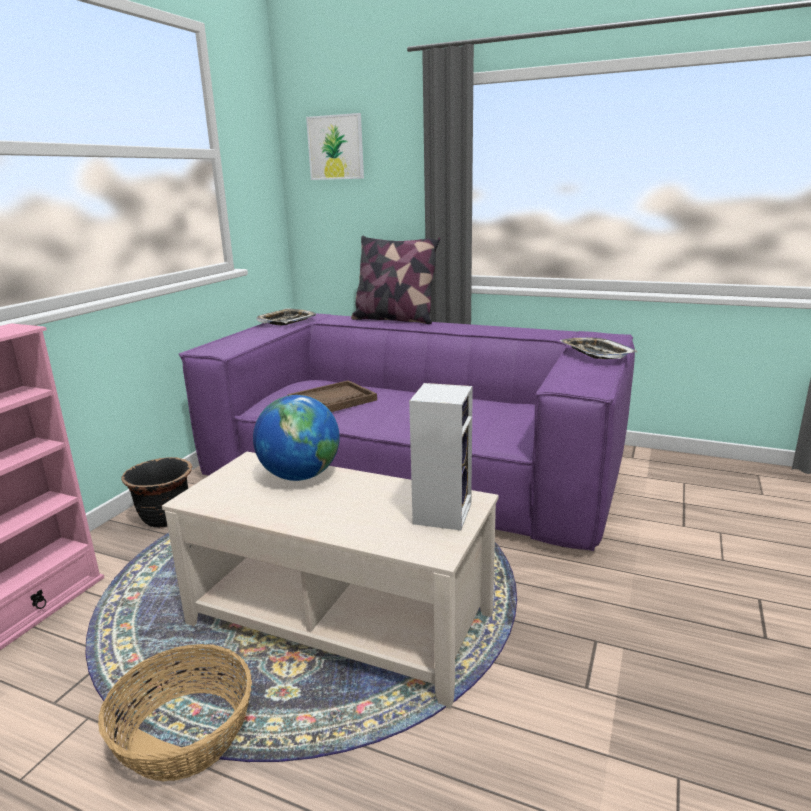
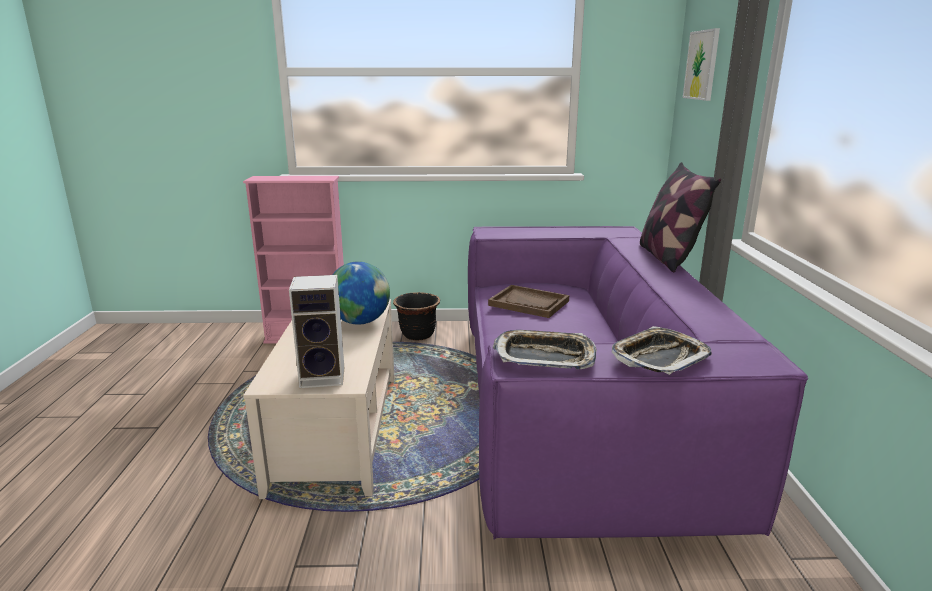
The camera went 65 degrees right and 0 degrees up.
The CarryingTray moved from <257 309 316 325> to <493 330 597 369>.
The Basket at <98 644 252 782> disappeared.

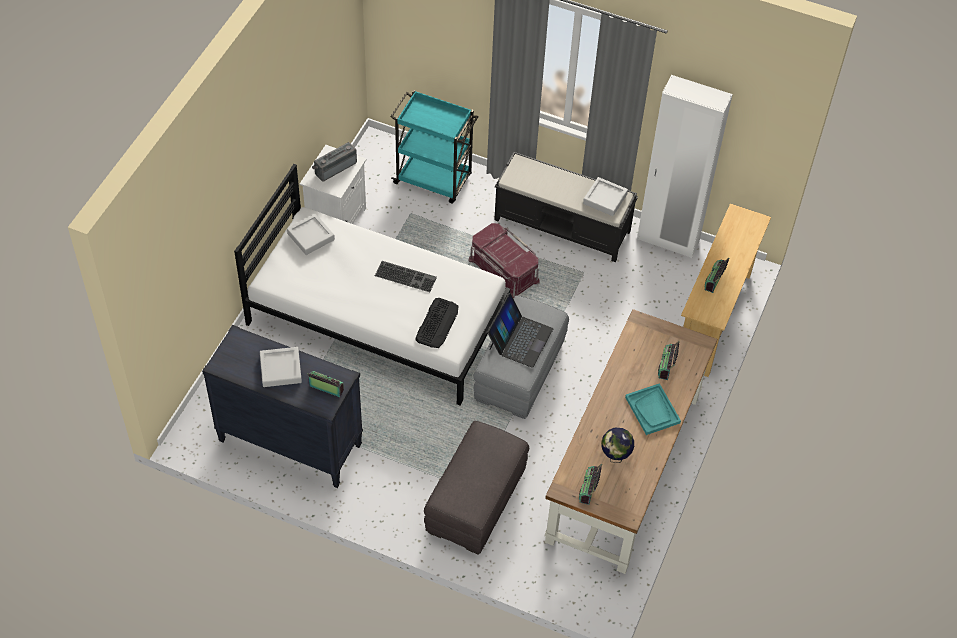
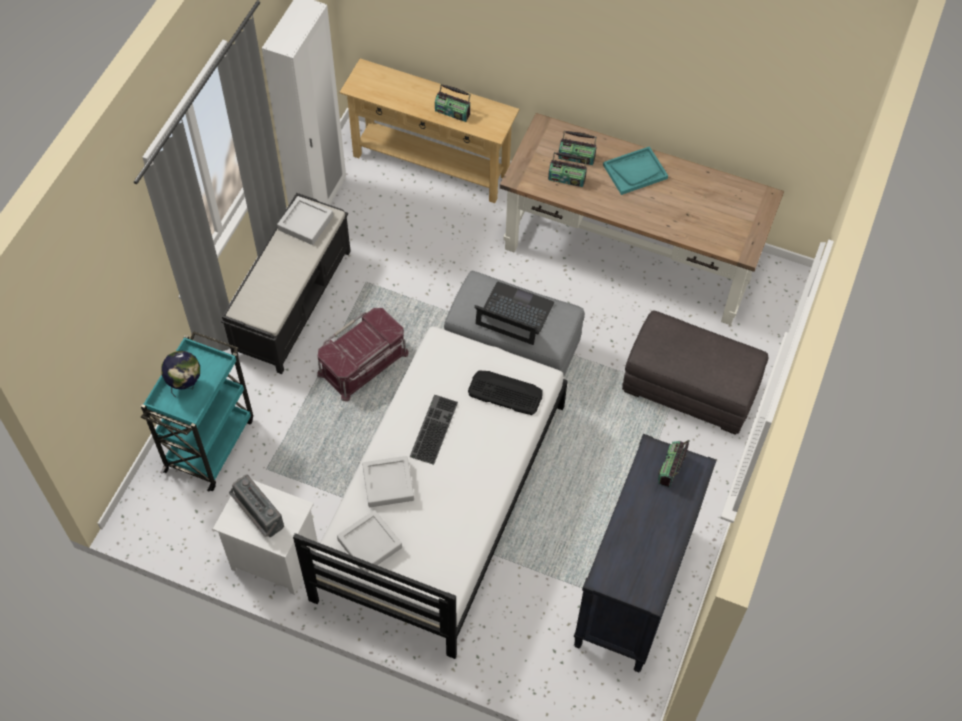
The camera went 90 degrees left and 5 degrees up.
The GrayCarryingTray moved from <260 347 302 387> to <362 456 414 507>.
The DeskGlobe moved from <601 428 634 463> to <161 351 200 397>.
The RadioSet moved from <579 464 602 505> to <548 152 587 187>.

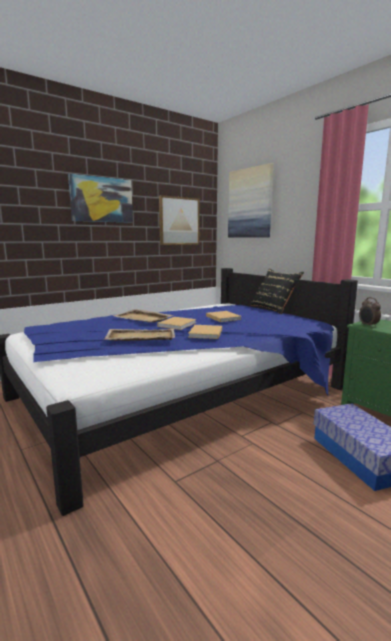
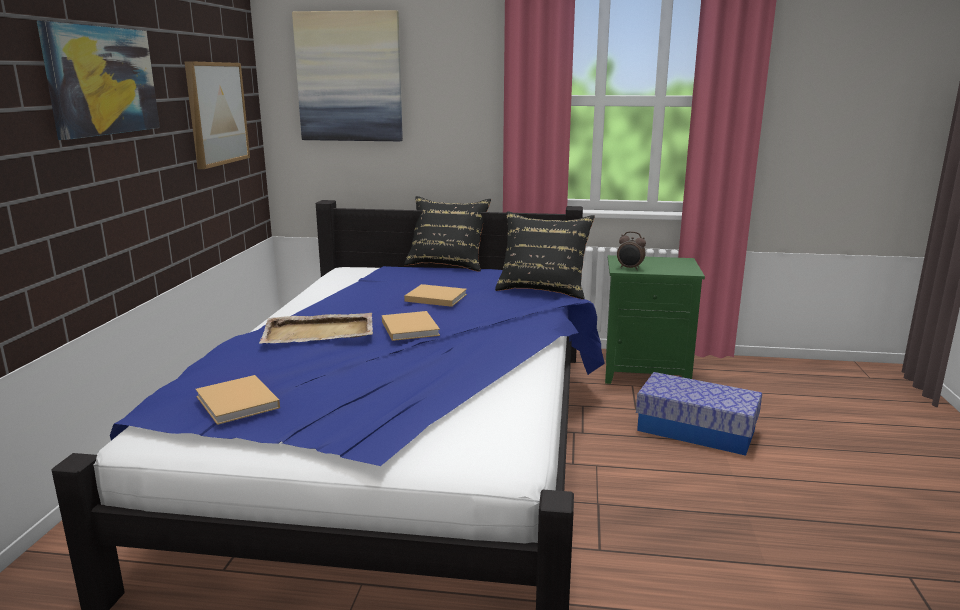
The camera went 45 degrees left and 5 degrees up.
The BeigeBook moved from <188 325 222 339> to <195 375 280 425>.
The BeigeCarryingTray at <104 329 175 341> disappeared.
The BlackColouredPillow at <495 211 595 299> appeared.

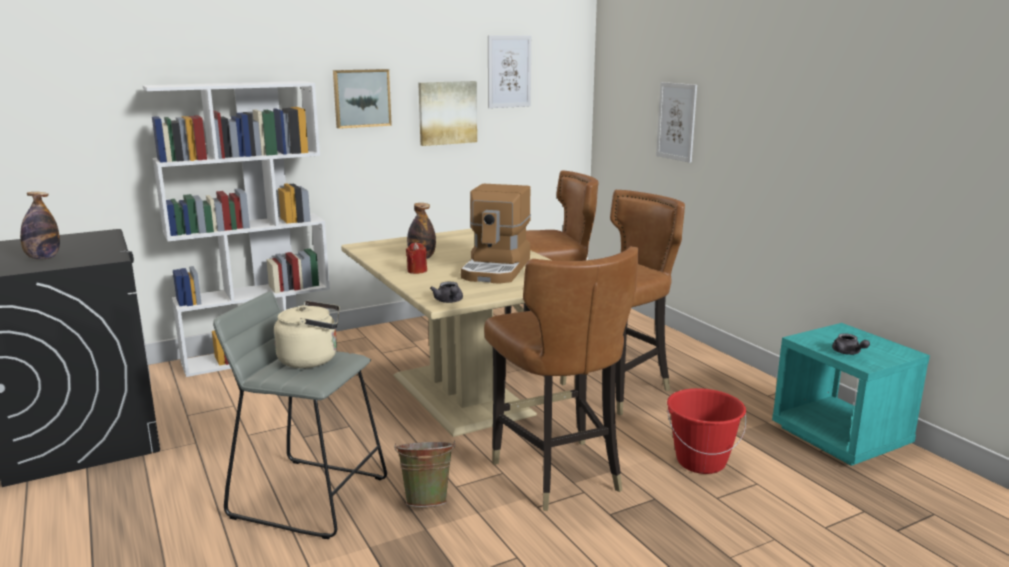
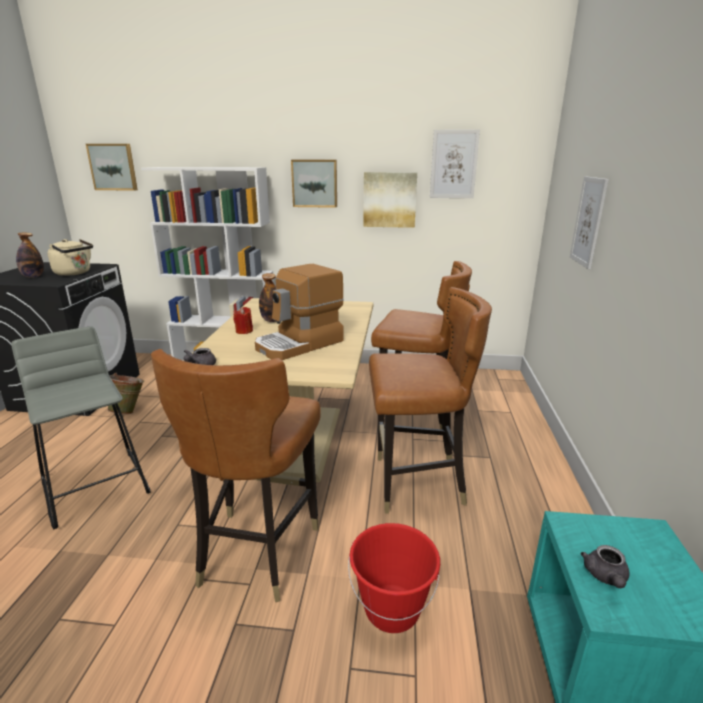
The camera went 35 degrees right and 5 degrees up.
The BeigeWaterKettle moved from <274 301 340 368> to <48 239 93 276>.
The GreenColouredWaterBucket moved from <394 440 456 507> to <108 373 144 414>.
The WallPicture at <86 144 138 191> appeared.

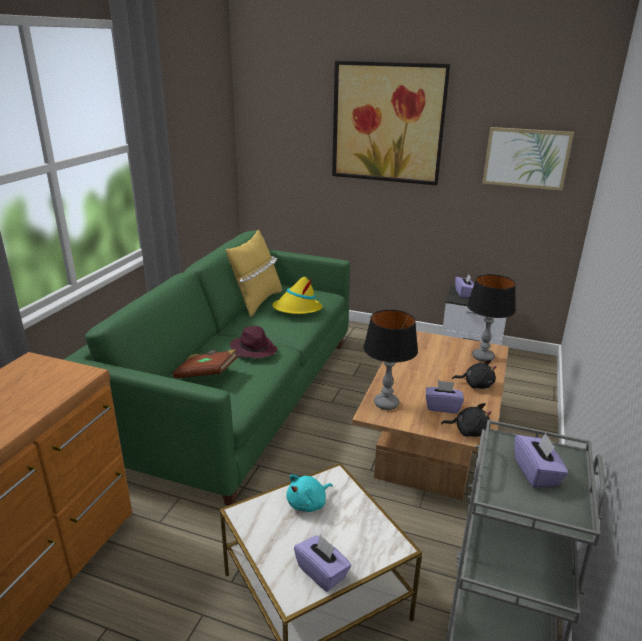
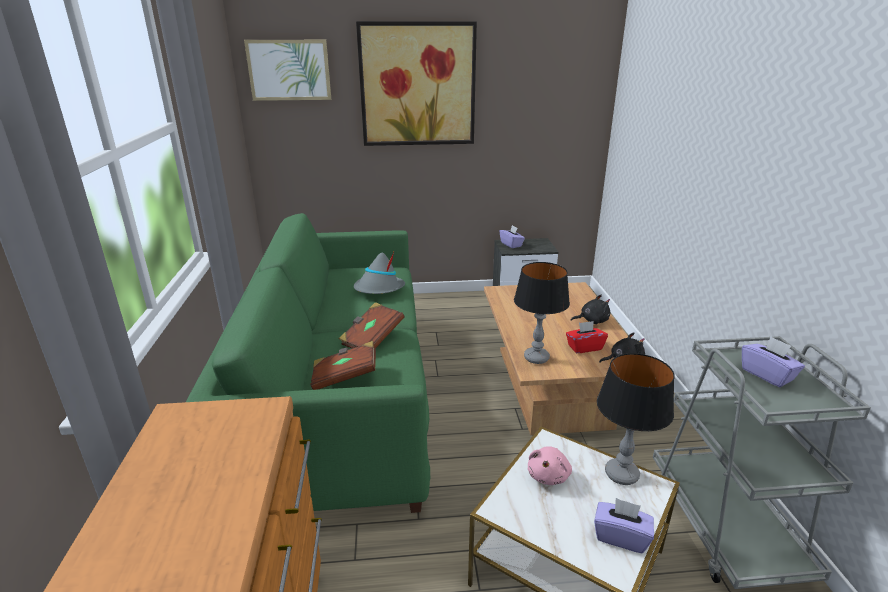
The camera went 25 degrees left and 0 degrees up.
The WallPicture moved from <482 127 574 191> to <244 40 331 101>.
The YellowPillow at <226 230 282 317> disappeared.
The TableLamp moved from <467 274 516 362> to <597 353 675 485>.
The YellowHat at <272 277 322 314> became the GrayHat at <354 252 405 294>.
The PurpleHat at <230 326 277 358> was replaced by the BrownColouredBook at <339 302 404 348>.
The PurpleTissueHolder at <426 380 464 413> became the RedColouredTissueHolder at <566 321 608 353>.
The TurquoiseColouredSoftToy at <286 474 333 512> became the PinkColouredSoftToy at <528 446 572 485>.

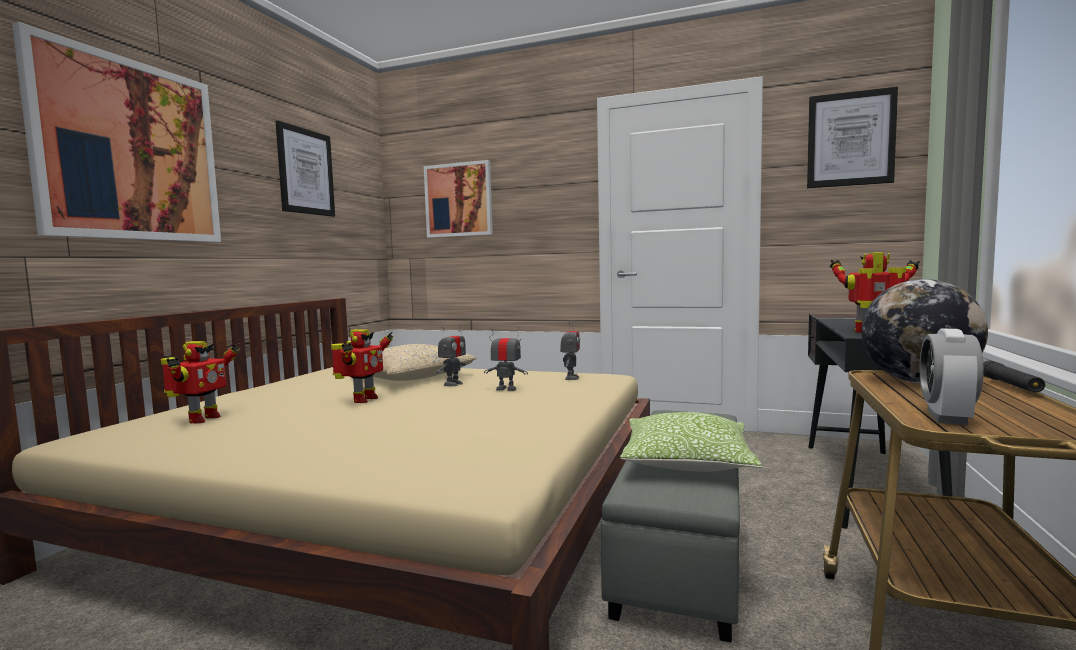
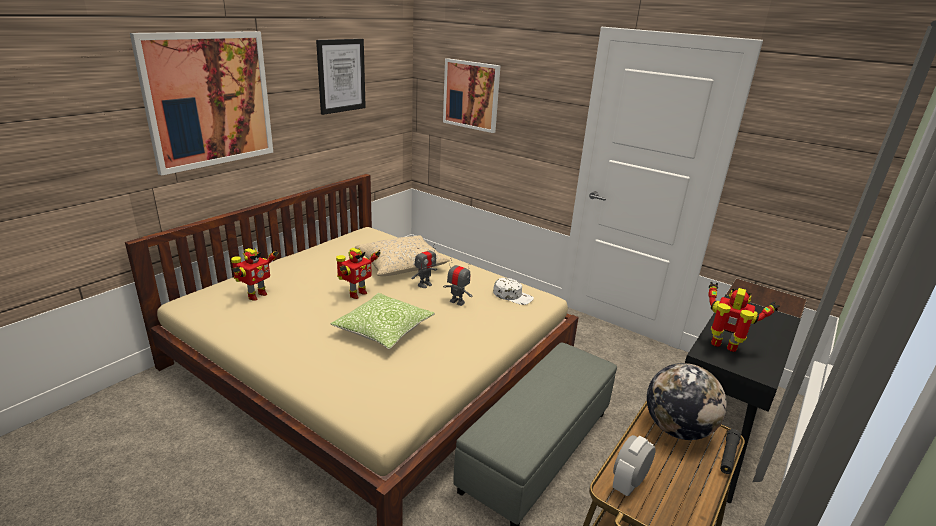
The camera went 15 degrees right and 20 degrees up.
The WallPicture at <807 87 898 188> disappeared.
The RobotFigure at <560 321 580 380> was replaced by the WhiteColouredBaseballCap at <493 278 534 305>.
The Pillow moved from <620 412 763 472> to <330 293 435 349>.

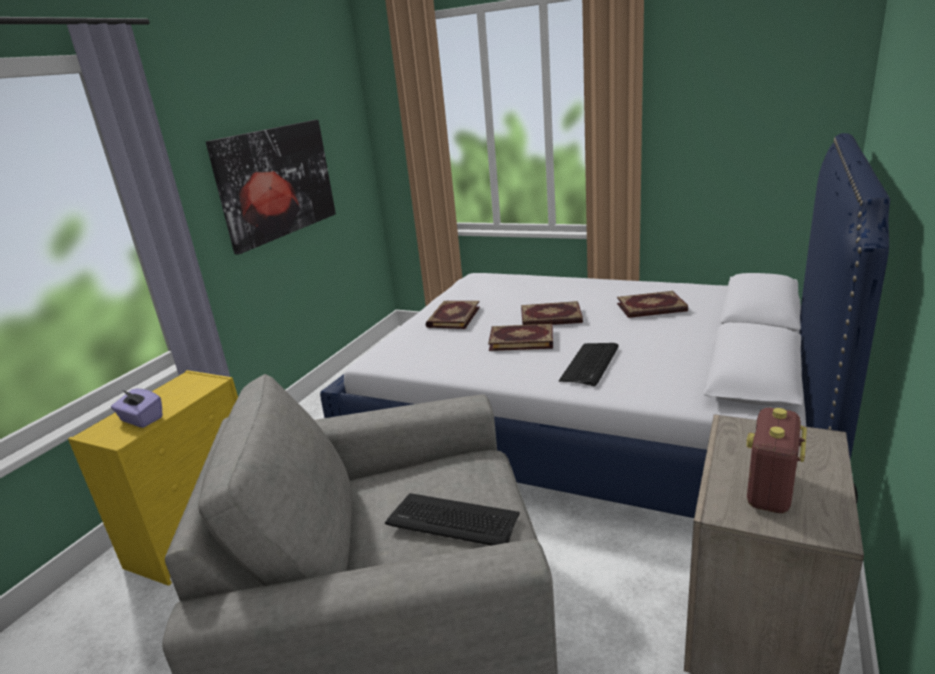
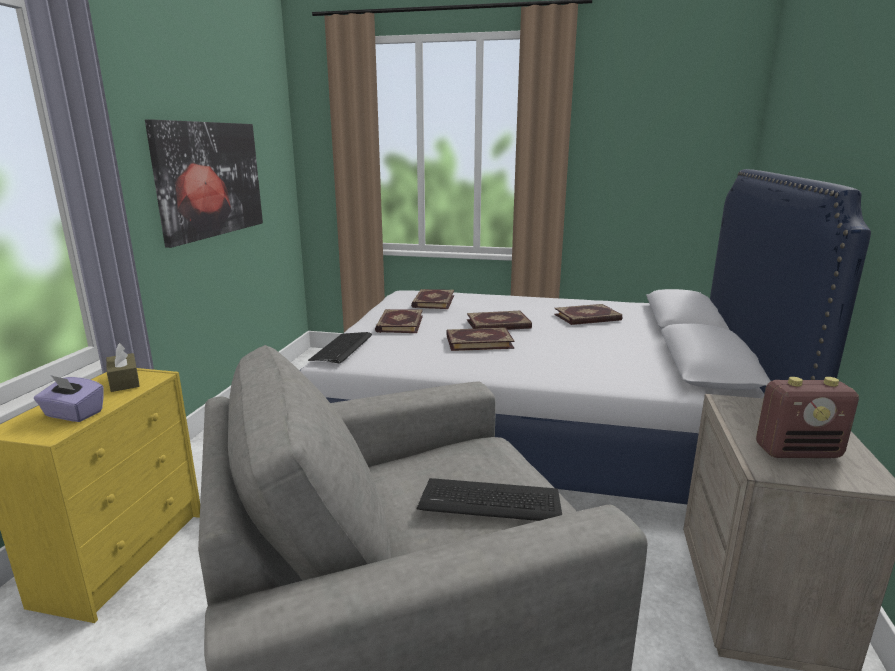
The camera went 15 degrees left and 5 degrees down.
The Keyboard moved from <559 343 619 386> to <308 332 372 363>.
The RadioSet at <747 408 807 513> turned 105 degrees counterclockwise.
The Book at <411 289 454 309> appeared.
The BrownColouredTissueHolder at <106 343 140 392> appeared.

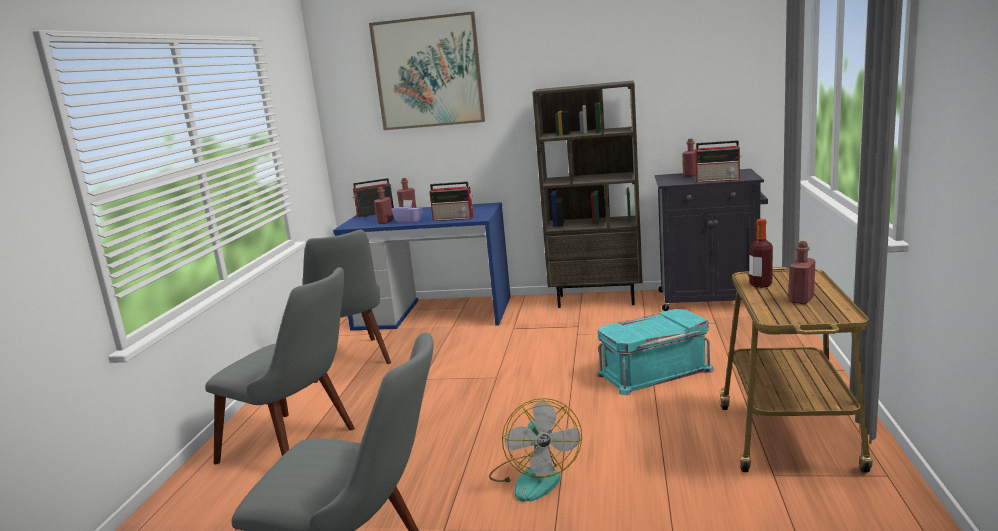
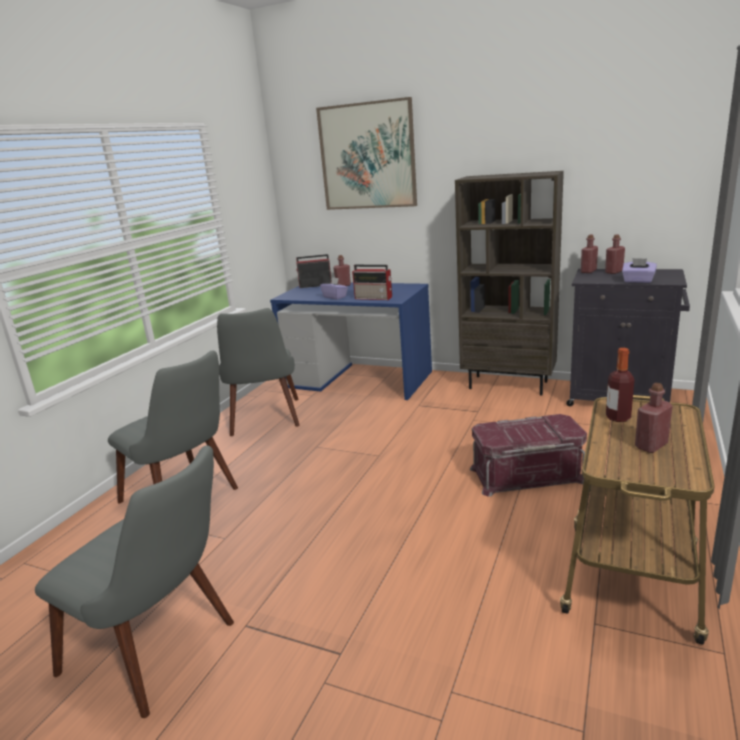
The camera went 15 degrees right and 5 degrees up.
The RadioSet at <695 140 742 182> was replaced by the PurpleTissueHolder at <622 258 657 283>.
The RedColouredDrinkBottle moved from <374 187 393 224> to <581 235 598 273>.
The TurquoiseColouredStorageBox at <596 309 714 395> became the RedColouredStorageBox at <470 414 587 497>.
The CoolingFan at <489 398 582 502> disappeared.

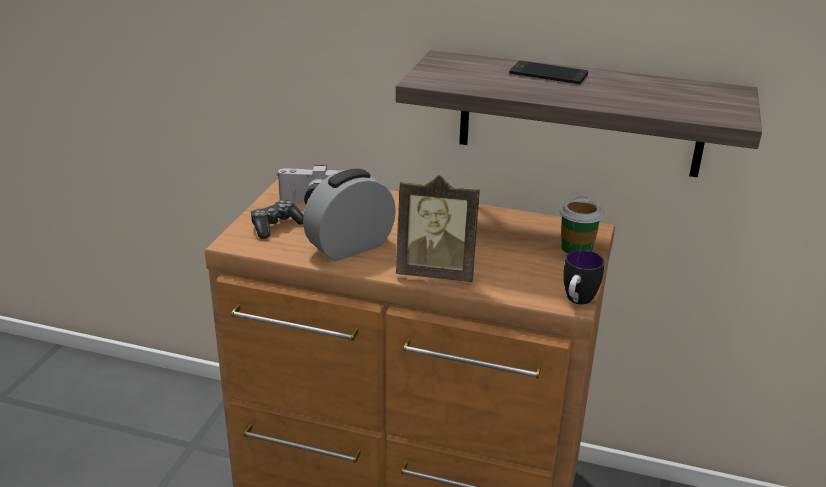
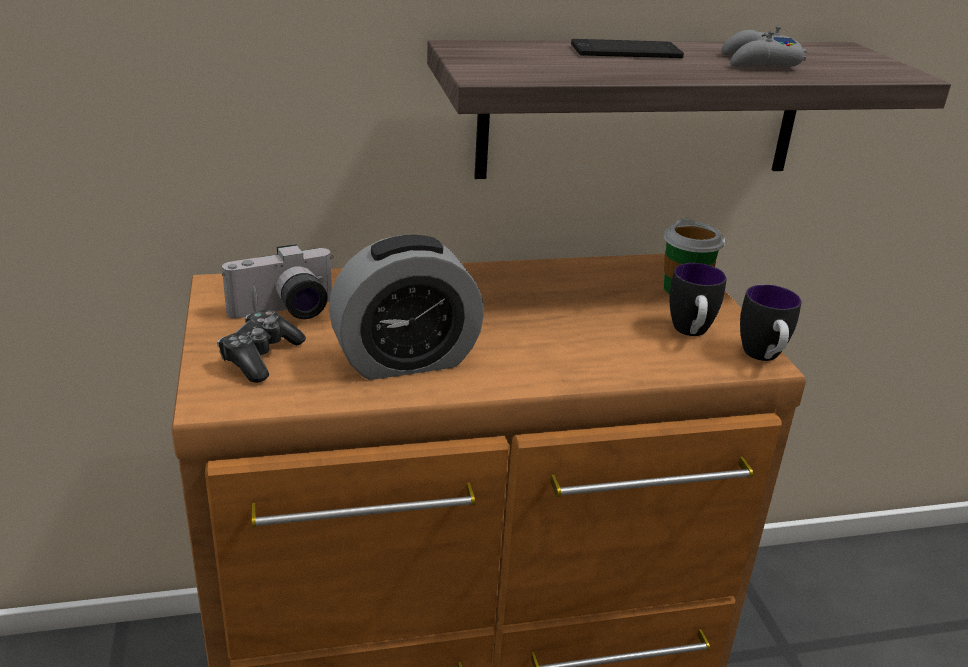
The camera went 30 degrees left and 0 degrees up.
The BedsideClock at <303 169 396 261> turned 135 degrees counterclockwise.
The PhotoFrame at <396 175 480 282> disappeared.
The GrayJoypad at <721 26 807 67> appeared.
The TeaMug at <669 263 727 336> appeared.

